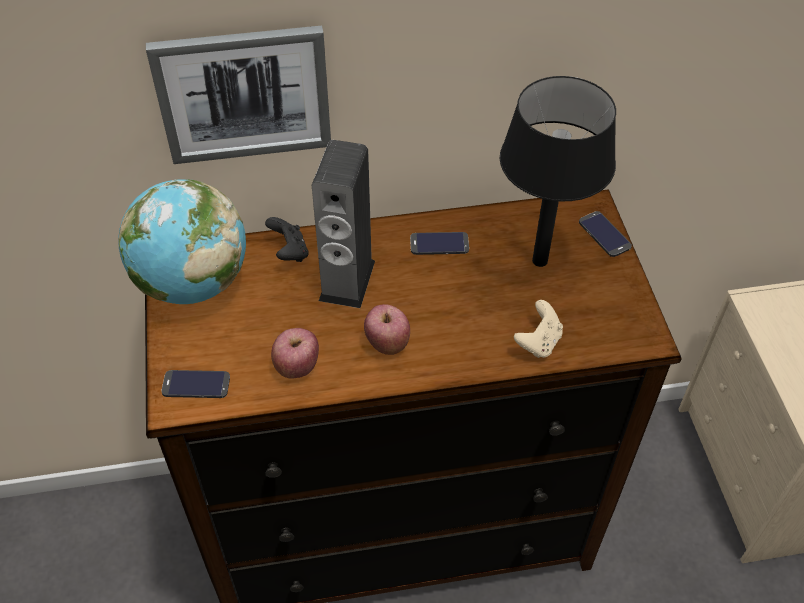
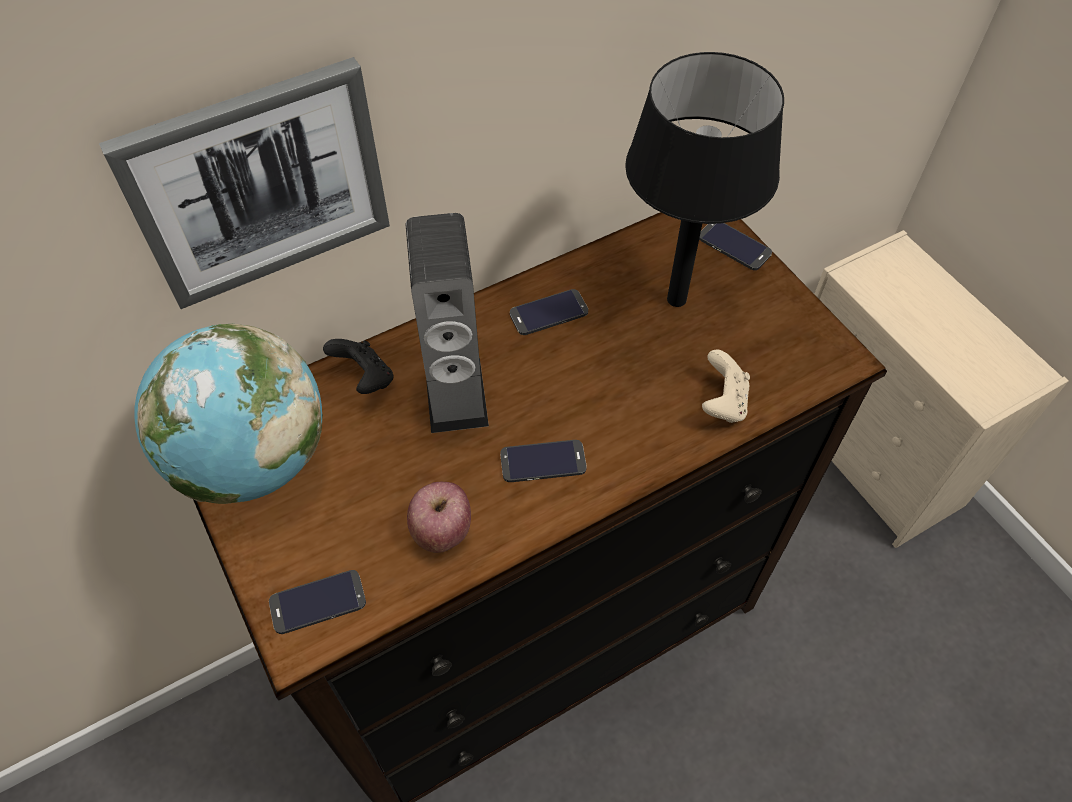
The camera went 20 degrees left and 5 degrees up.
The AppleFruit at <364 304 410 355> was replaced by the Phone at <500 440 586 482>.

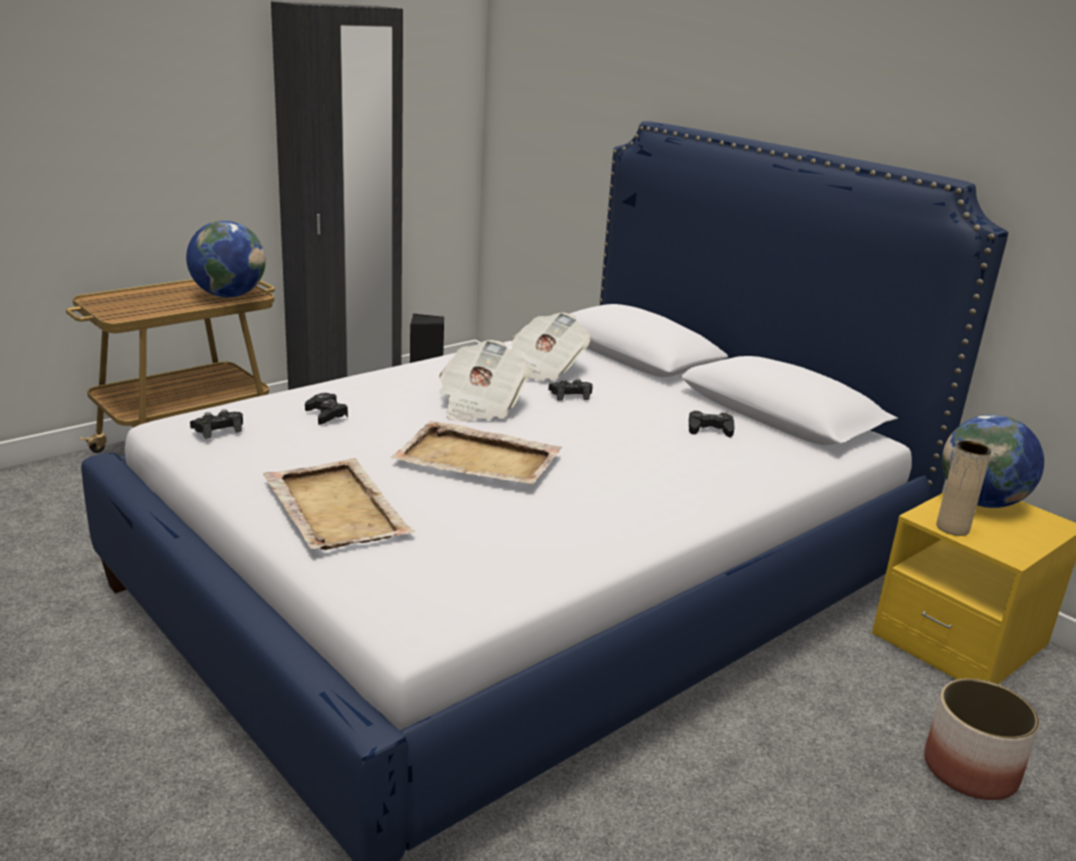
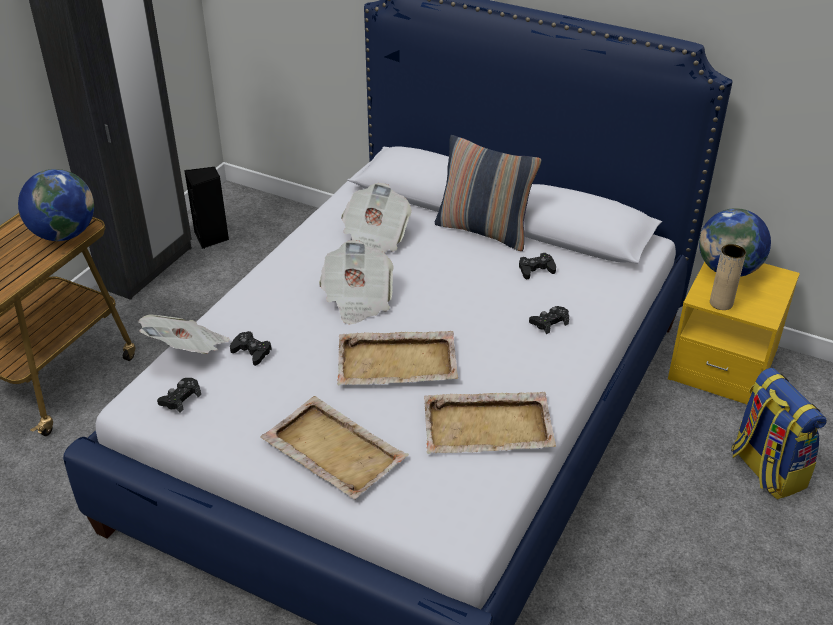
The camera went 20 degrees left and 15 degrees up.
The BlackColouredJoypad moved from <548 379 593 401> to <529 306 569 334>.
The Planter at <924 679 1039 800> was replaced by the Rucksack at <731 368 827 500>.
The Pillow at <435 135 541 251> appeared.
The PrintedPaper at <139 314 230 354> appeared.
The BeigeCarryingTray at <424 392 556 454> appeared.

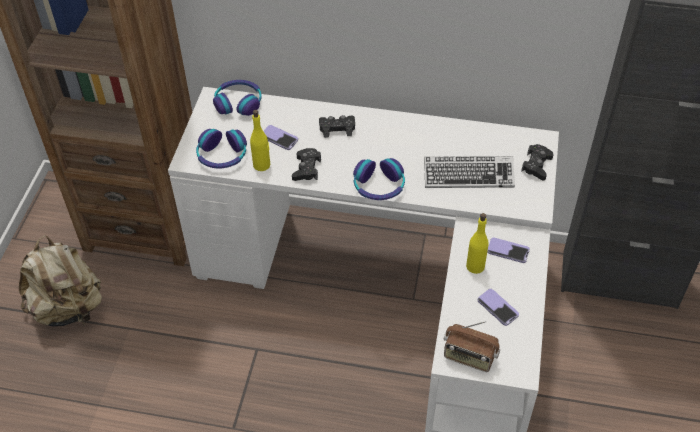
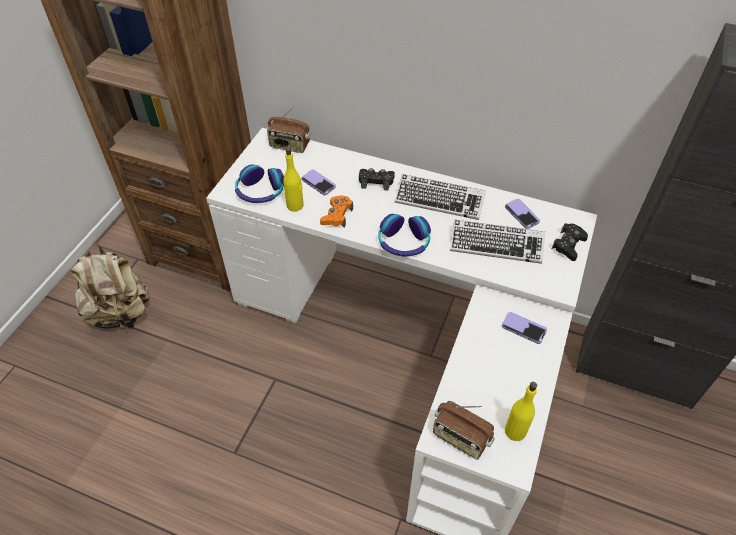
The camera went 10 degrees right and 0 degrees up.
The PairOfHeadphones at <213 80 262 116> was replaced by the RadioSet at <267 106 311 153>.
The BlackColouredJoypad at <292 148 321 181> became the OrangeJoypad at <320 195 353 227>.
The YellowDrinkBottle moved from <466 213 489 274> to <505 382 537 441>.
The Phone moved from <478 289 519 326> to <505 199 540 229>.
The Keyboard at <395 174 486 220> appeared.

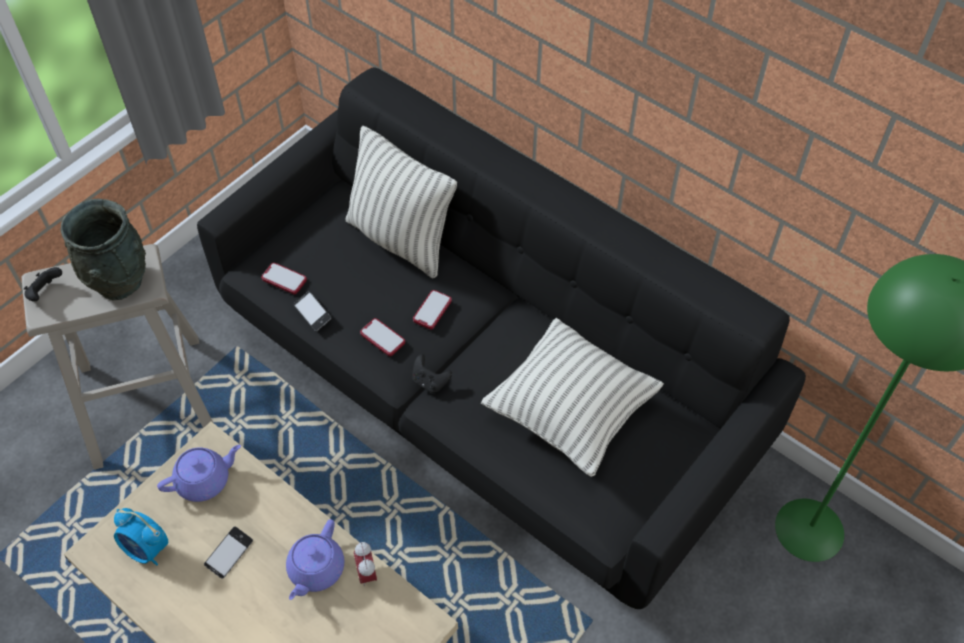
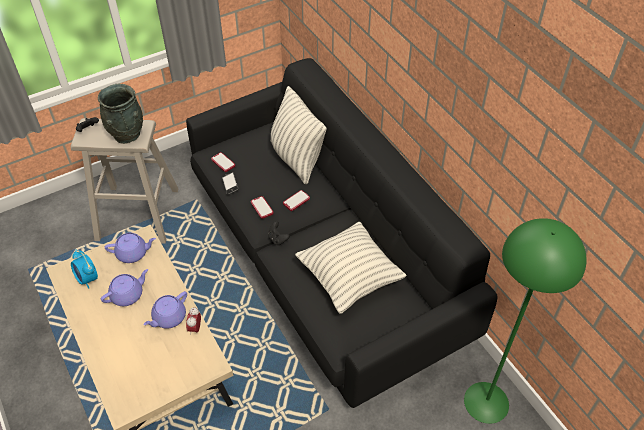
The camera went 20 degrees right and 5 degrees down.
The Phone at <204 526 253 579> was replaced by the PurplePotForTea at <101 269 148 306>.

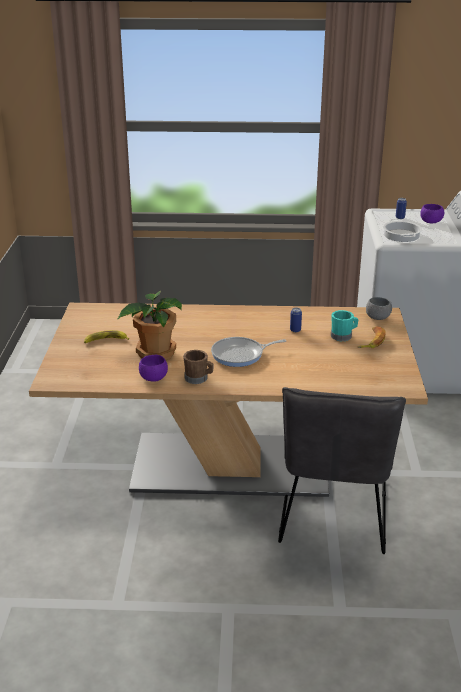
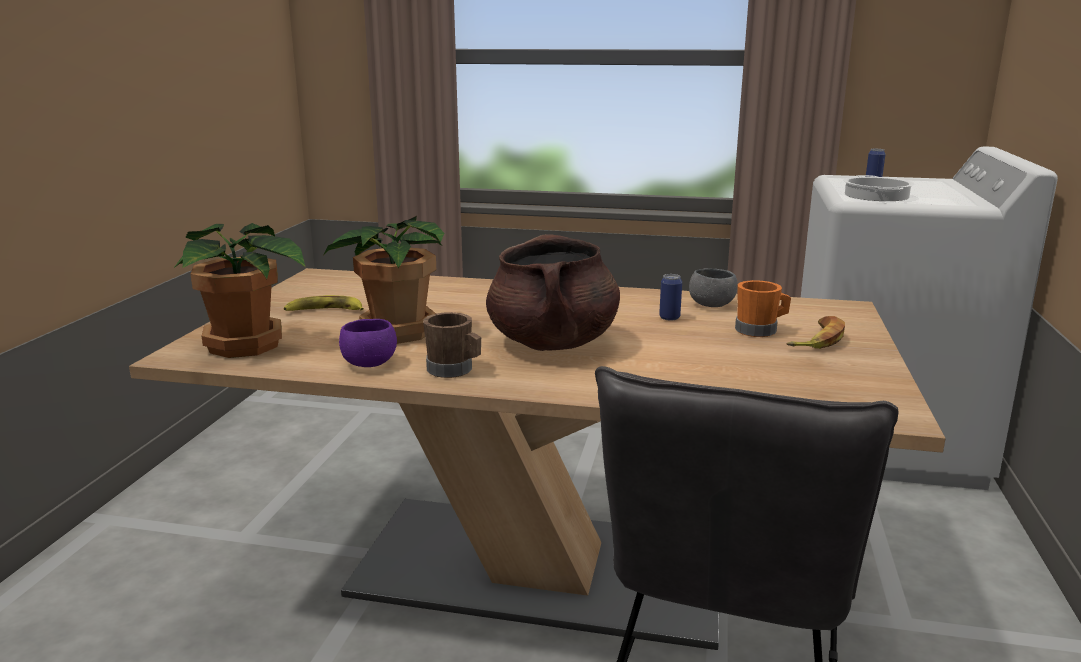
The camera went 10 degrees right and 10 degrees down.
The PurpleServingBowl at <420 204 444 223> disappeared.
The GrayServingBowl moved from <366 297 392 320> to <689 268 738 307>.
The TurquoiseColouredTeaMug at <331 310 359 341> became the OrangeTeaMug at <735 280 791 337>.
The Pan at <211 337 286 367> was replaced by the BrownColouredSaucepot at <486 234 620 351>.
The PottedPlant at <173 223 305 358> appeared.

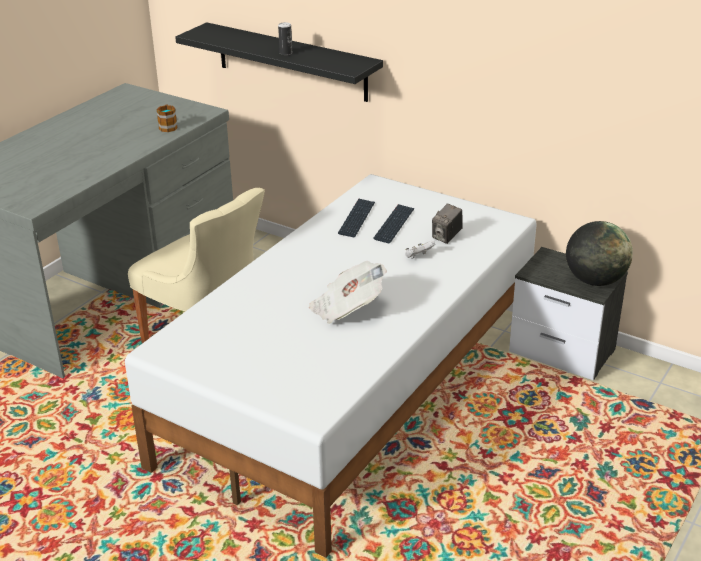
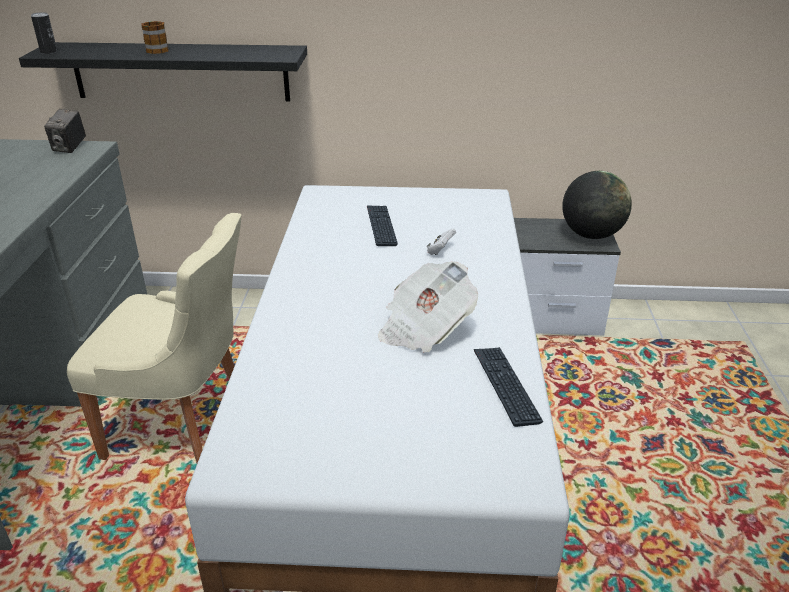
The camera went 30 degrees left and 0 degrees up.
The Can moved from <278 22 292 55> to <31 12 57 54>.
The TeaMug moved from <156 104 178 132> to <141 21 169 54>.
The Keyboard moved from <338 199 375 237> to <474 347 543 427>.
The StillCamera moved from <432 203 463 244> to <44 109 86 153>.

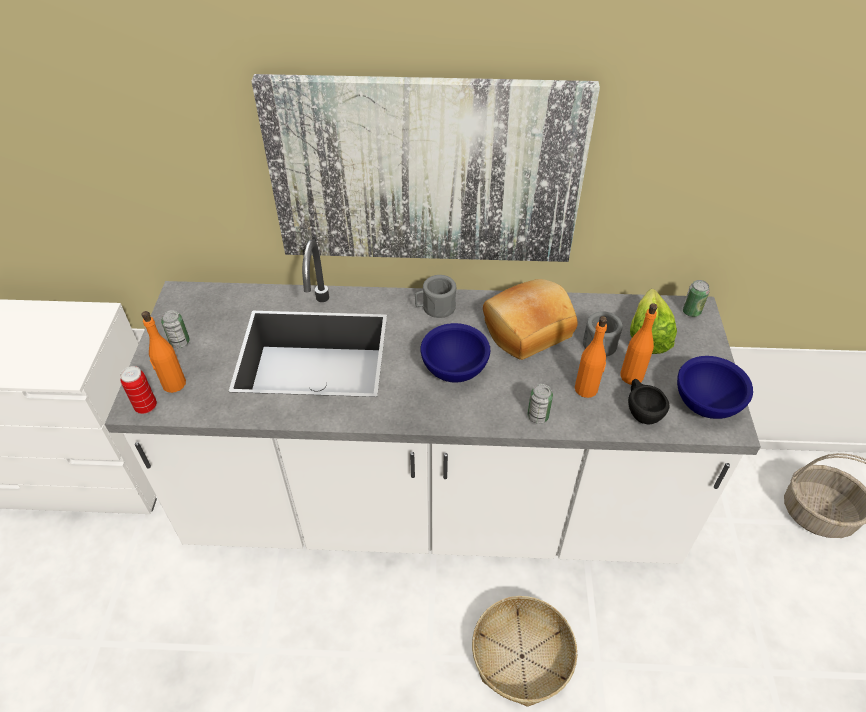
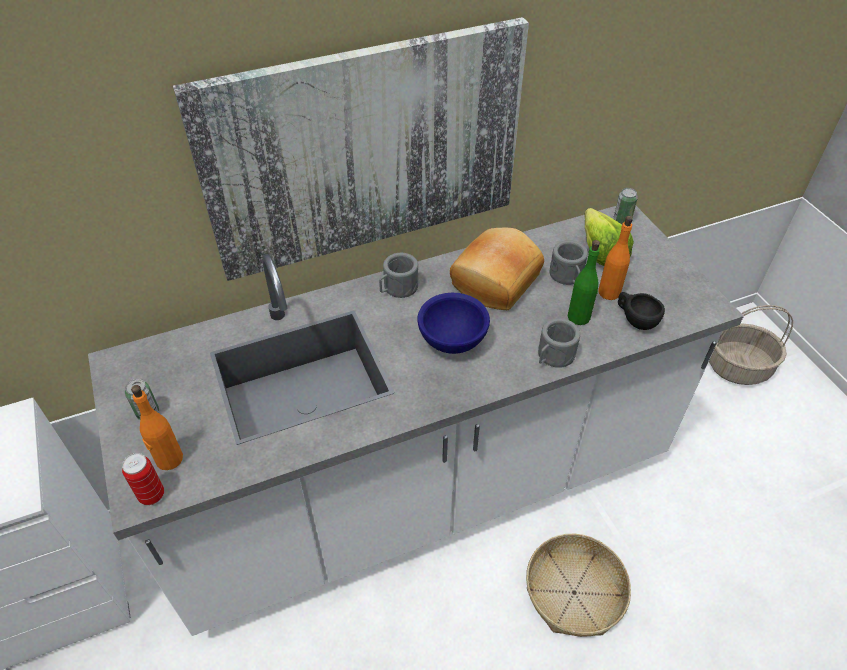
The camera went 25 degrees left and 0 degrees up.
The OrangeDrinkBottle at <575 316 607 398> became the GreenColouredDrinkBottle at <568 240 600 325>.
The BlueColouredServingBowl at <677 356 753 419> disappeared.
The Can at <527 384 553 424> was replaced by the GrayTeaMug at <538 318 580 368>.

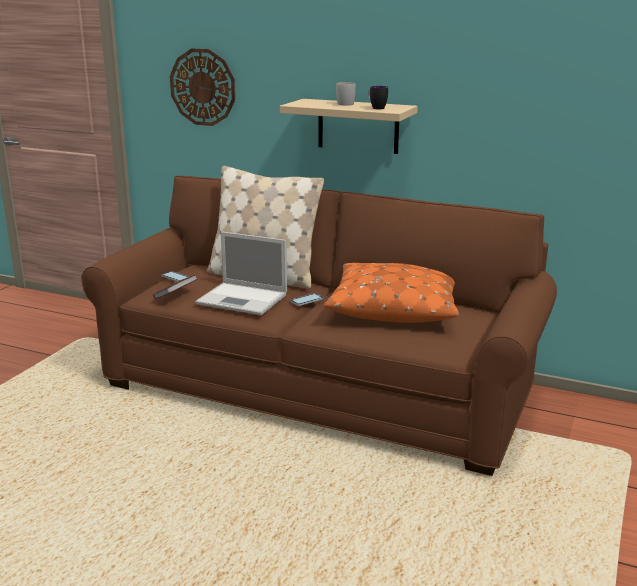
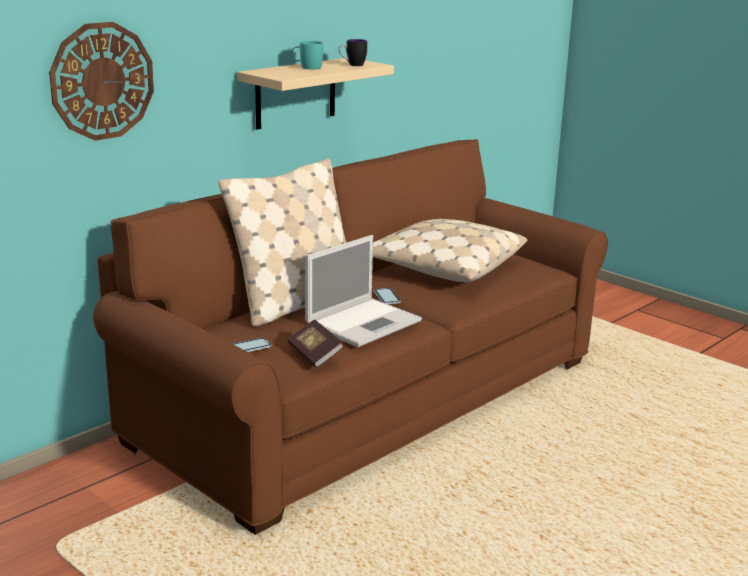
The camera went 70 degrees left and 0 degrees up.
The WhiteColouredTeaMug at <336 82 356 106> became the TurquoiseColouredTeaMug at <292 41 323 69>.
The OrangePillow at <323 263 459 323> became the BeigePillow at <373 219 527 282>.

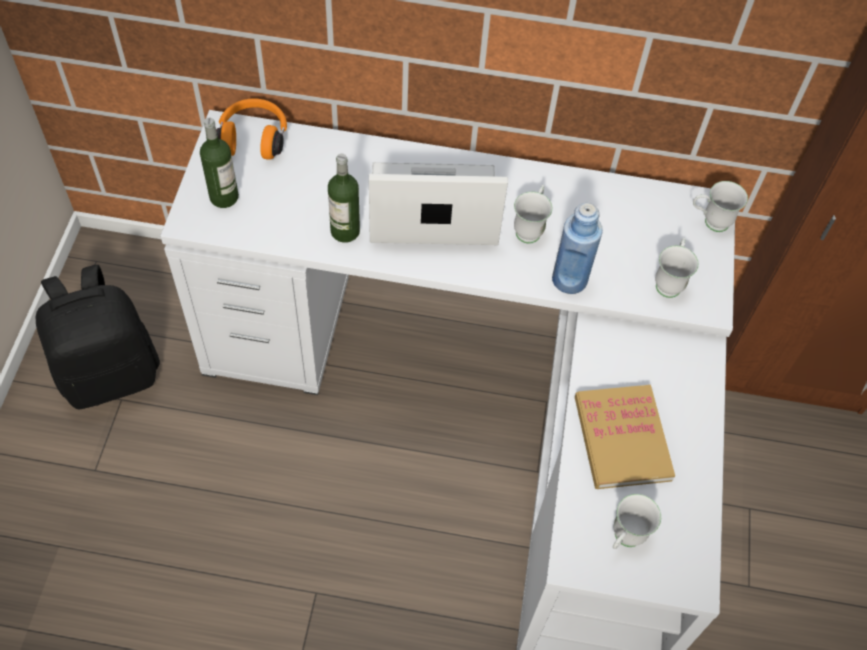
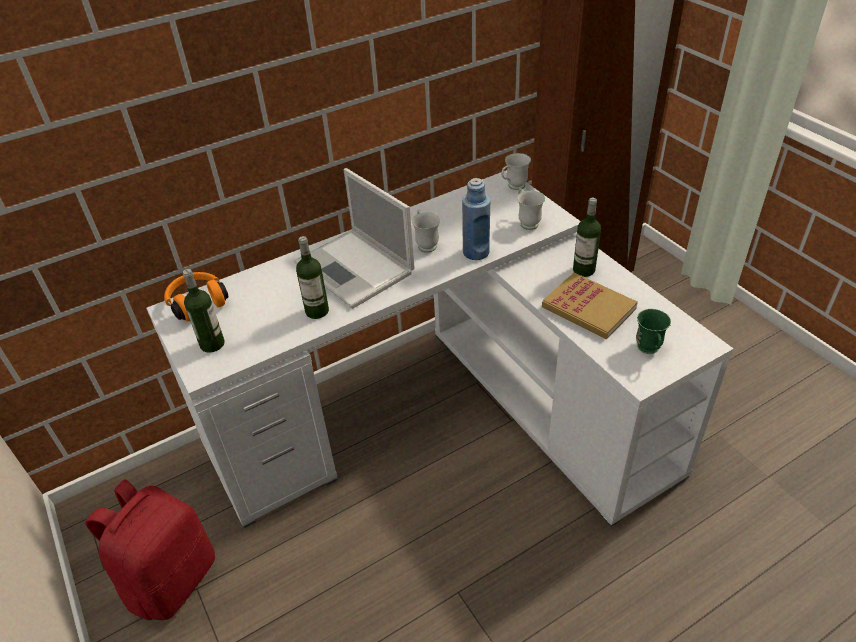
The camera went 35 degrees left and 15 degrees down.
The NotebookComputer at <369 162 508 245> turned 90 degrees counterclockwise.
The BlackColouredRucksack at <36 265 160 409> became the RedColouredRucksack at <85 479 215 620>.
The WhiteColouredTeaMug at <613 494 661 549> became the GreenColouredTeaMug at <636 309 671 354>.
The DrinkBottle at <573 198 601 277> appeared.

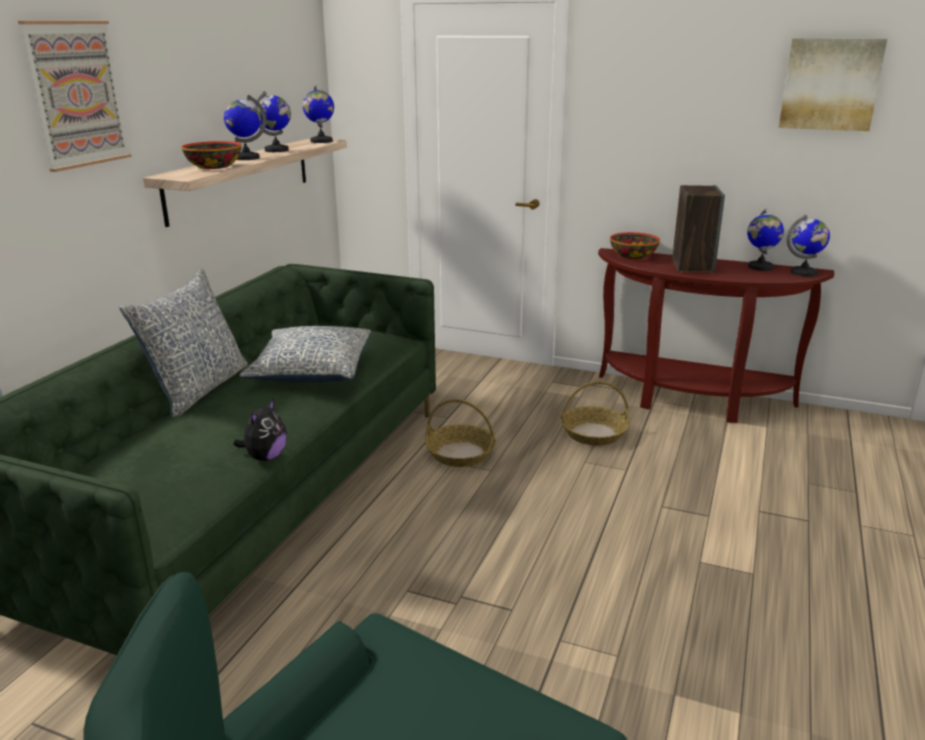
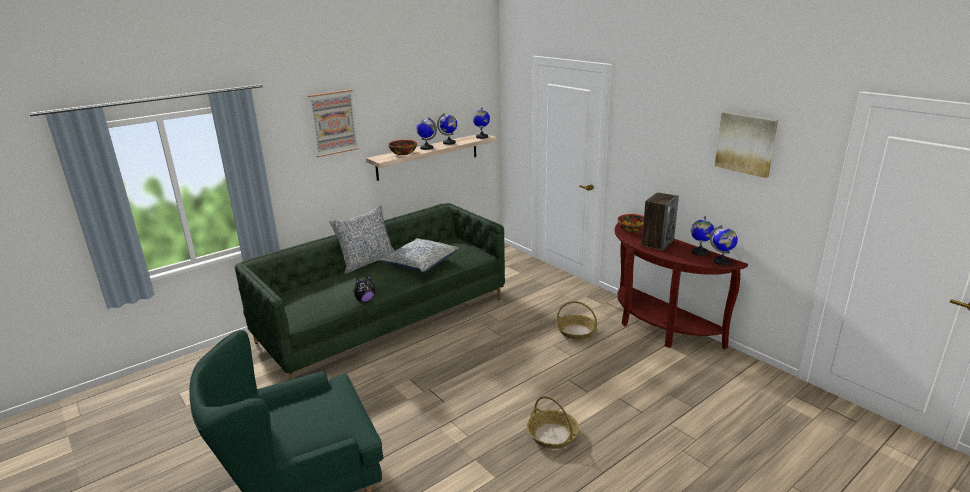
The camera went 30 degrees right and 0 degrees up.
The Basket moved from <425 399 496 467> to <527 396 579 449>.

